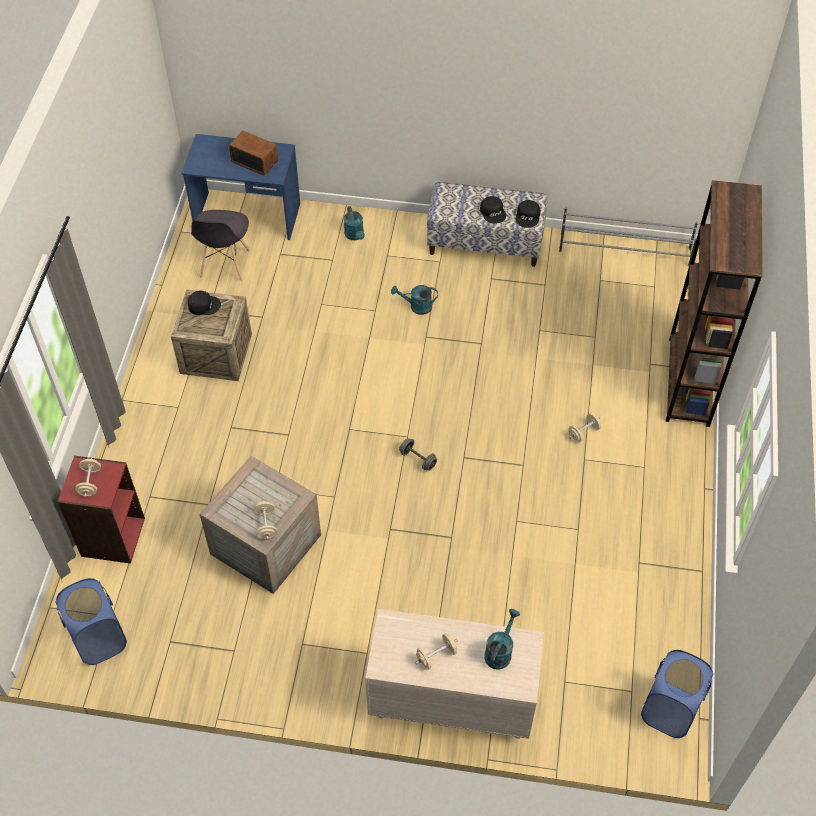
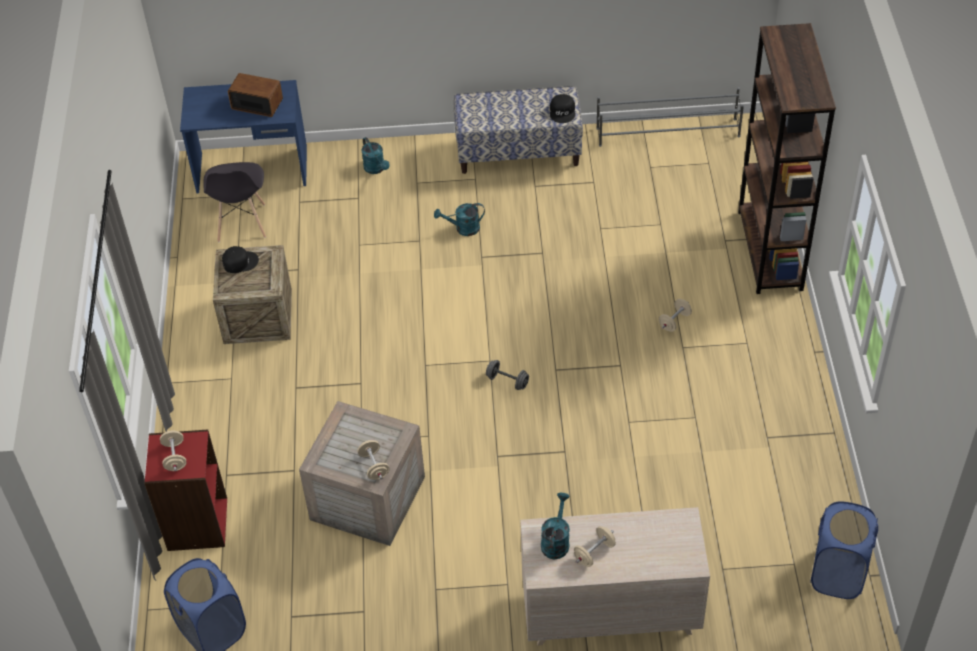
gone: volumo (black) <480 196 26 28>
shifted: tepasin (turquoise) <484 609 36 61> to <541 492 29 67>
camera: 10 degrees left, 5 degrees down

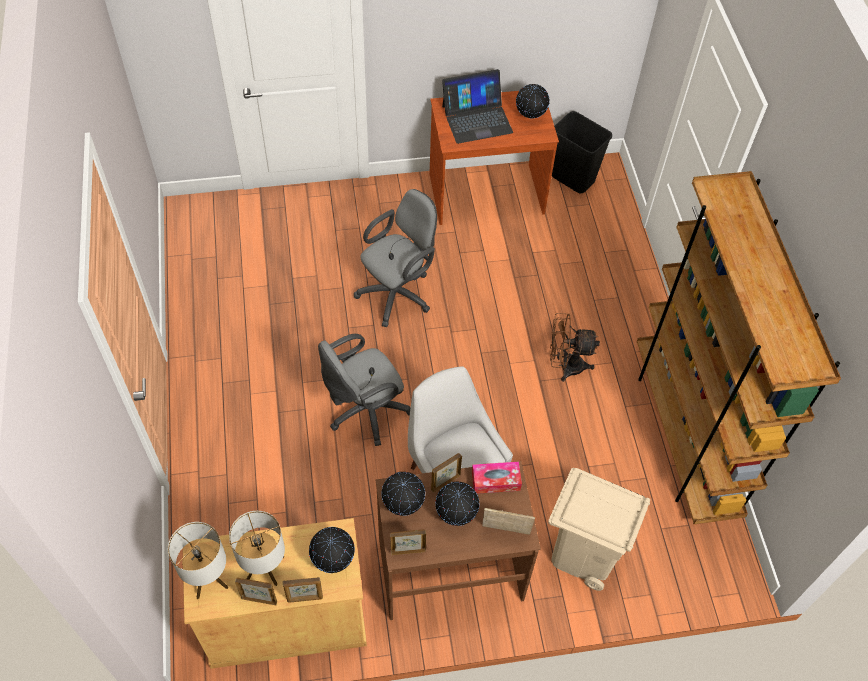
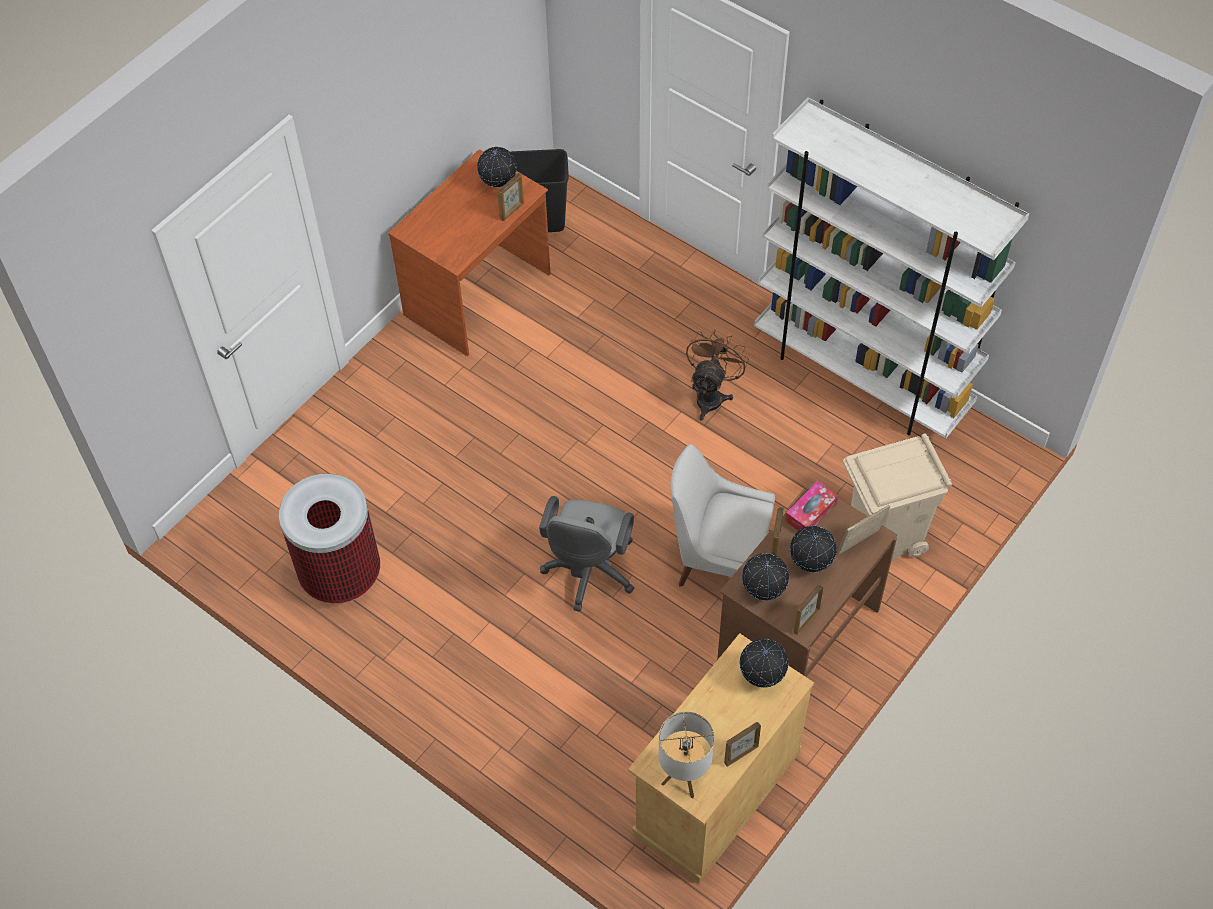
gone: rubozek <229 511 56 75>; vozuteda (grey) <354 189 83 138>; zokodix <442 69 71 75>
new: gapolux <279 474 101 130>
shifted: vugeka <283 577 40 26> to <498 173 26 48>
repainted: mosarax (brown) <637 171 204 353> to mosarax (white) <754 97 275 342>
rotated: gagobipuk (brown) <550 313 50 69> = <686 329 63 91> 150 degrees clockwise
camera: 40 degrees left, 0 degrees up

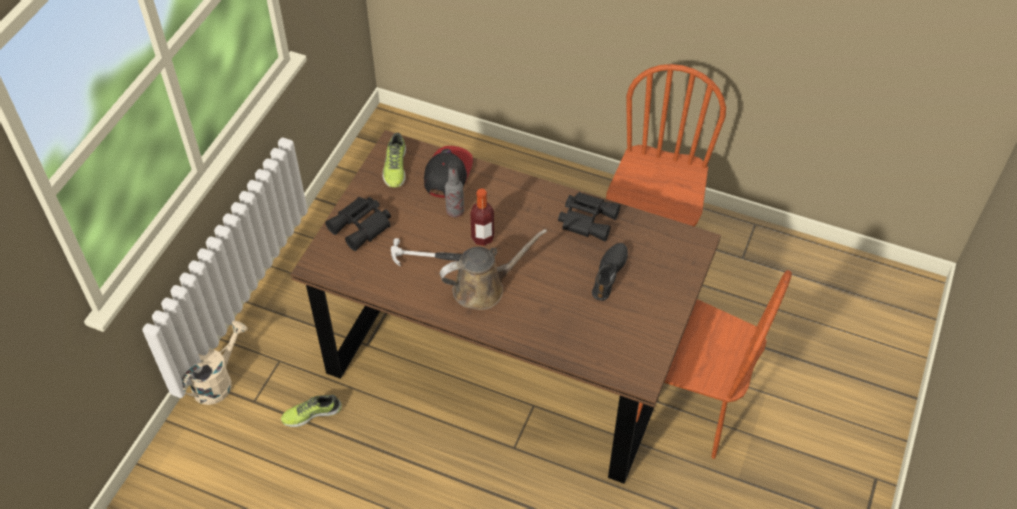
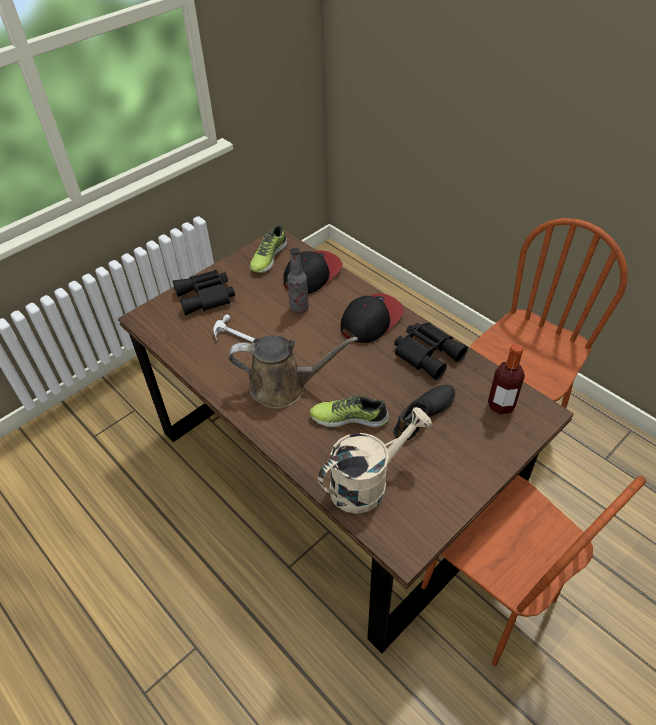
new: volumo <341 293 63 50>
shifted: tepasin (beige) <182 321 65 84> to <318 407 114 107>; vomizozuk <281 395 61 32> to <310 395 79 32>; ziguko <470 188 24 58> to <488 344 37 71>
camera: 25 degrees right, 5 degrees down

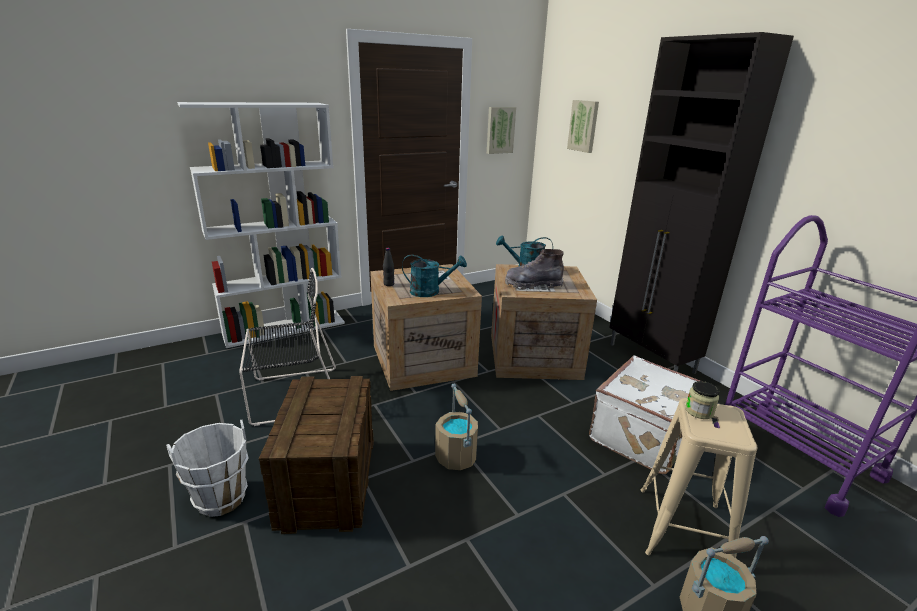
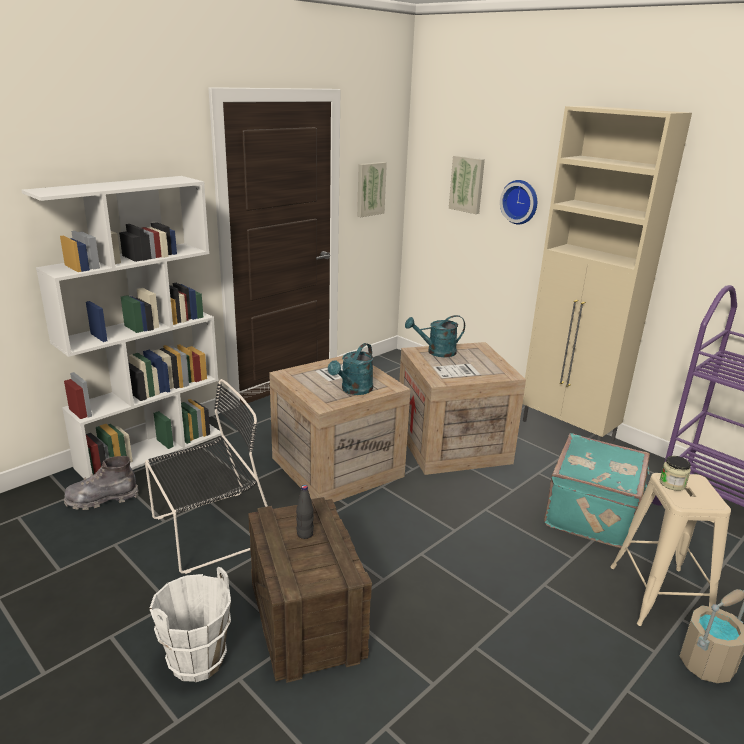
gone: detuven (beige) <435 384 43 86>
new: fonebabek <500 180 37 44>
shifted: ziguko (black) <383 248 11 38> to <296 485 18 54>; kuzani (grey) <505 249 59 41> to <64 456 75 54>
repainted: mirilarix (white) <589 355 112 119> to mirilarix (turquoise) <544 433 106 115>; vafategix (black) <609 32 185 342> to vafategix (beige) <523 106 169 336>
rotated: tepasin (turquoise) <402 255 65 42> = <328 343 45 52> 135 degrees clockwise
camera: 15 degrees left, 0 degrees up

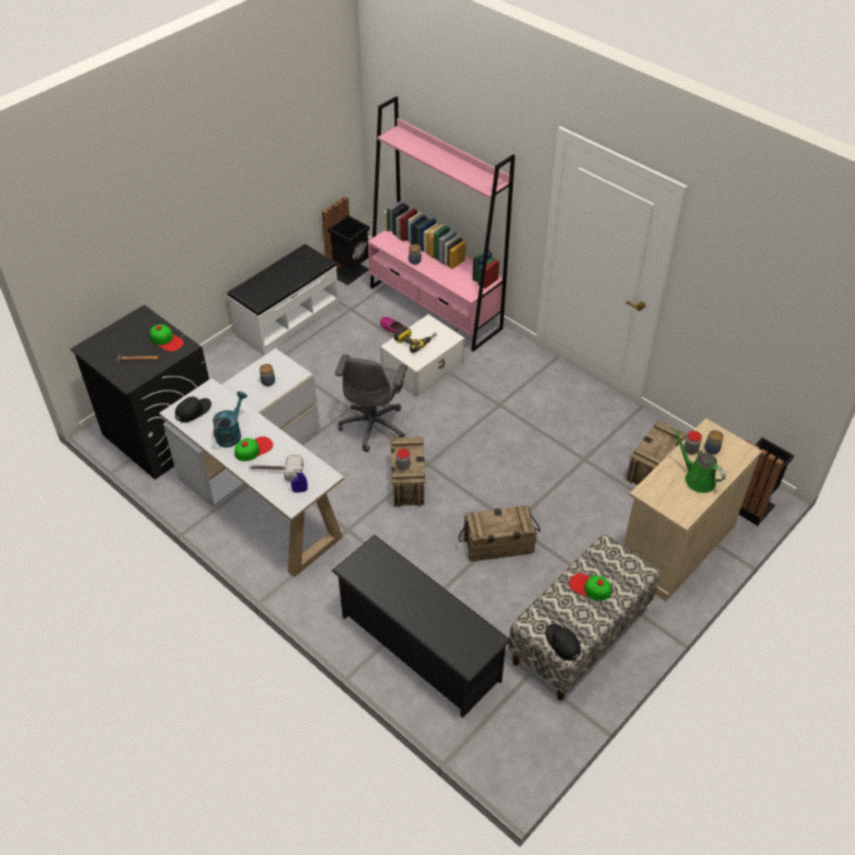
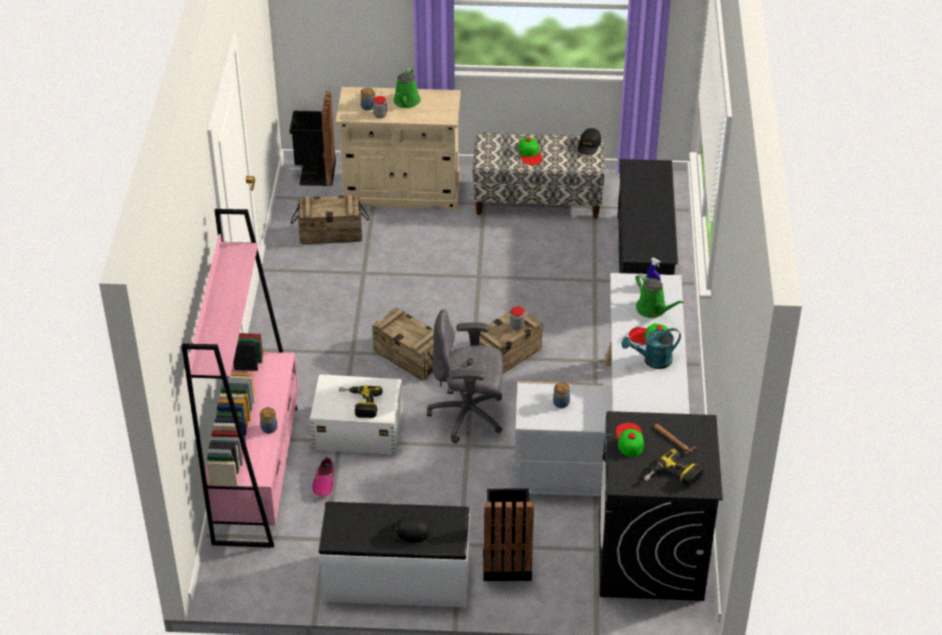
new: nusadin <644 449 59 38>
shifted: volumo (black) <175 397 36 26> to <384 516 46 27>; gapolux (black) <322 196 48 89> to <483 488 51 93>; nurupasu <458 505 82 57> to <372 308 62 73>
swapped: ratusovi <249 455 54 27> to tepasin (green) <635 273 49 45>
rotated: vozuteda (grey) <335 354 73 98> = <427 309 76 135> 150 degrees counterclockwise
camera: 130 degrees left, 5 degrees down

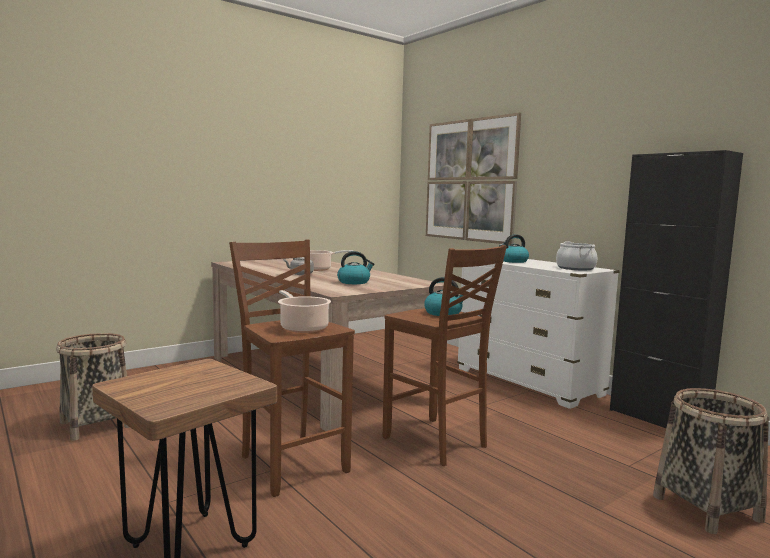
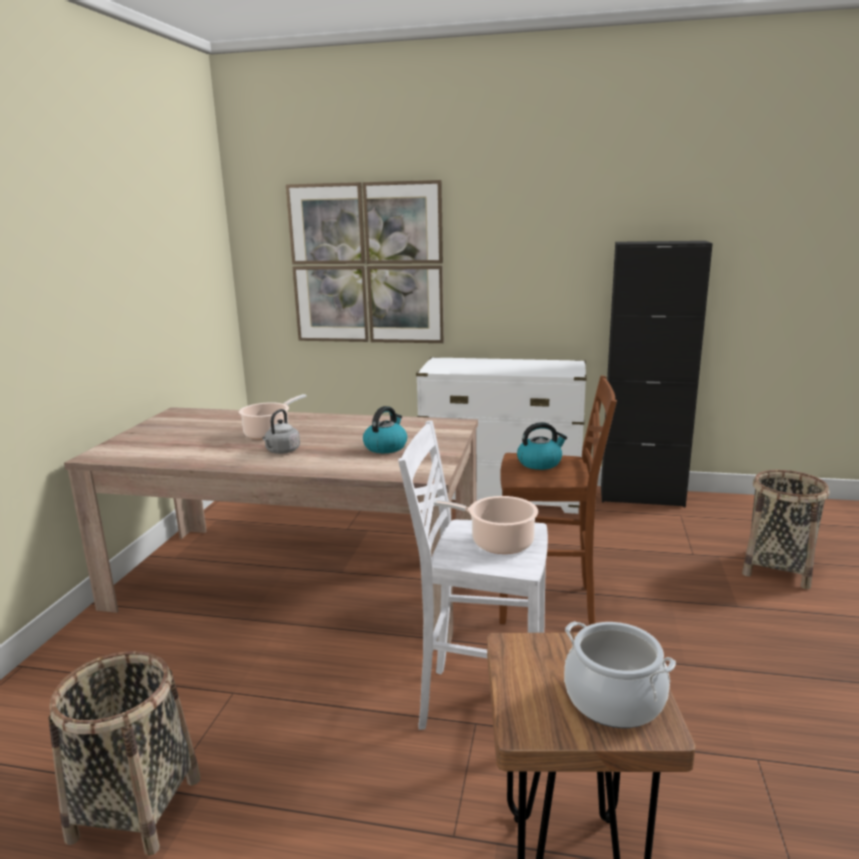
gone: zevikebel <499 234 30 29>
shifted: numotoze <556 241 41 30> to <564 621 112 107>
repainted: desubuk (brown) <229 240 126 257> to desubuk (white) <398 421 150 309>
camera: 40 degrees left, 10 degrees up

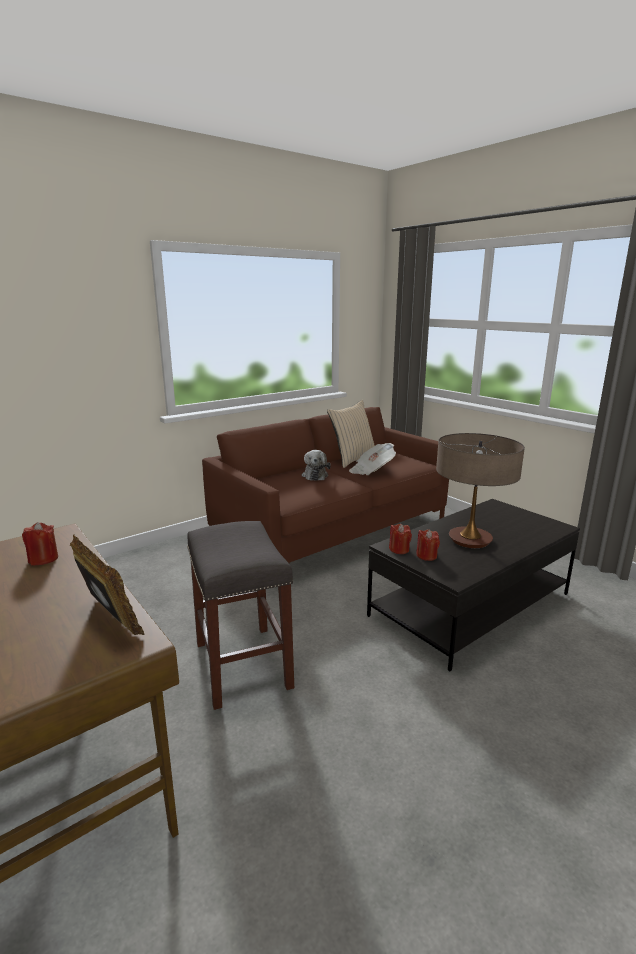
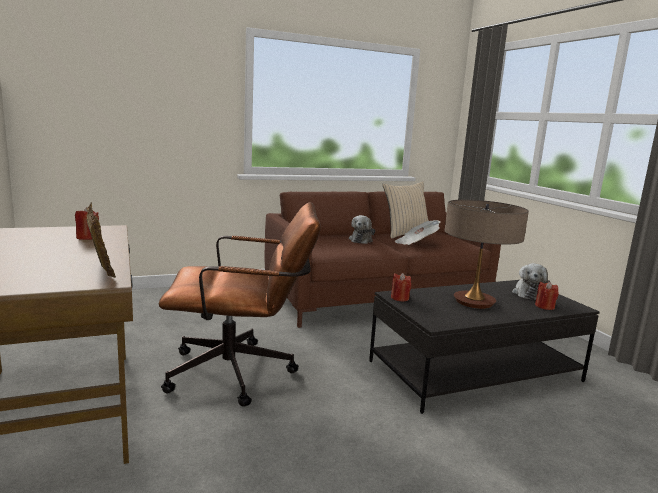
new: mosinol <512 263 37 37>
shifted: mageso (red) <416 530 24 31> to <535 281 23 29>
swapped: desubuk (grey) <187 521 107 189> to vozuteda (brown) <159 202 162 205>
camera: 15 degrees right, 5 degrees down

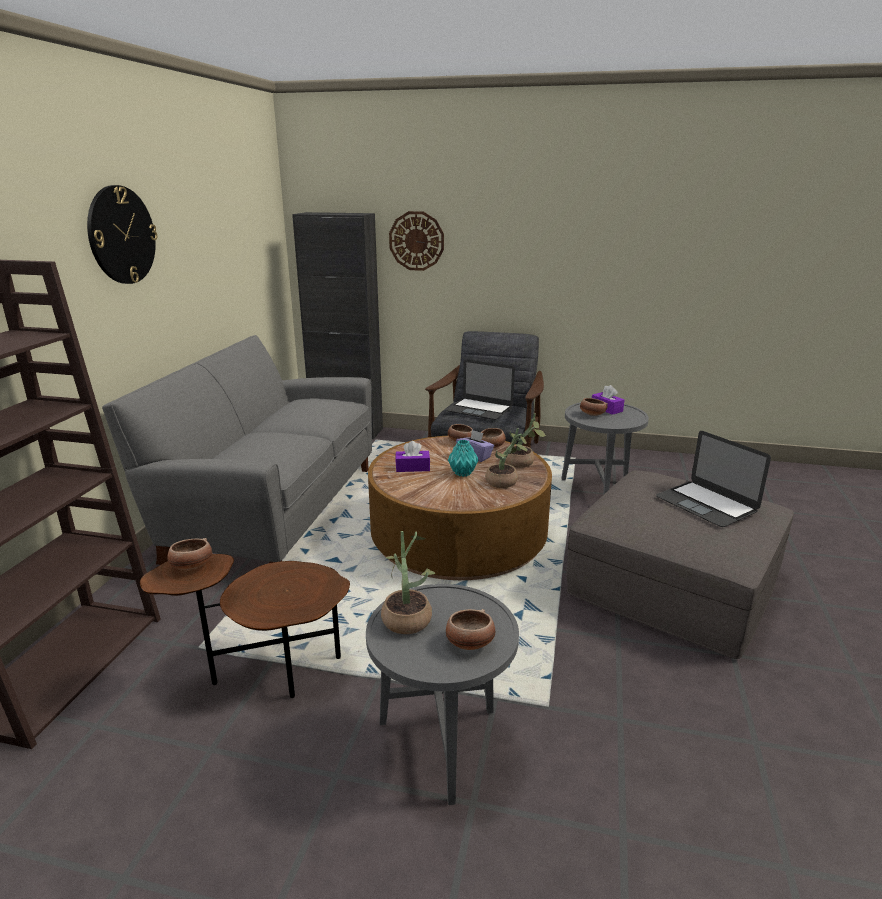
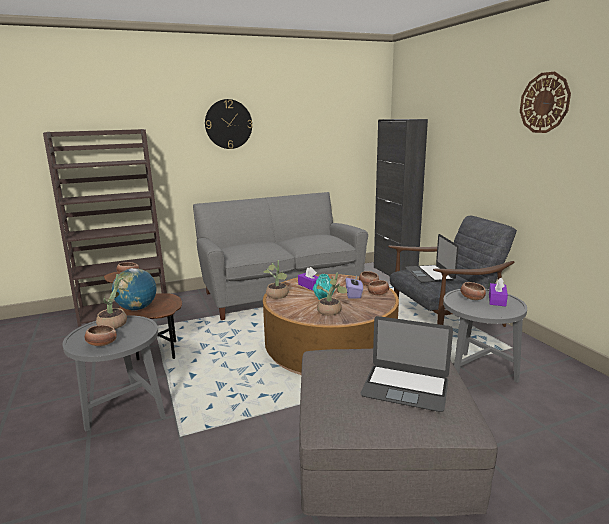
new: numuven <112 268 45 43>
shifted: fonebabek <389 211 55 60> to <520 72 51 61>; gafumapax <505 413 42 55> to <264 260 25 39>
rotated: zokodix <656 431 115 96> = <361 316 92 96> 90 degrees counterclockwise
camera: 55 degrees right, 5 degrees down

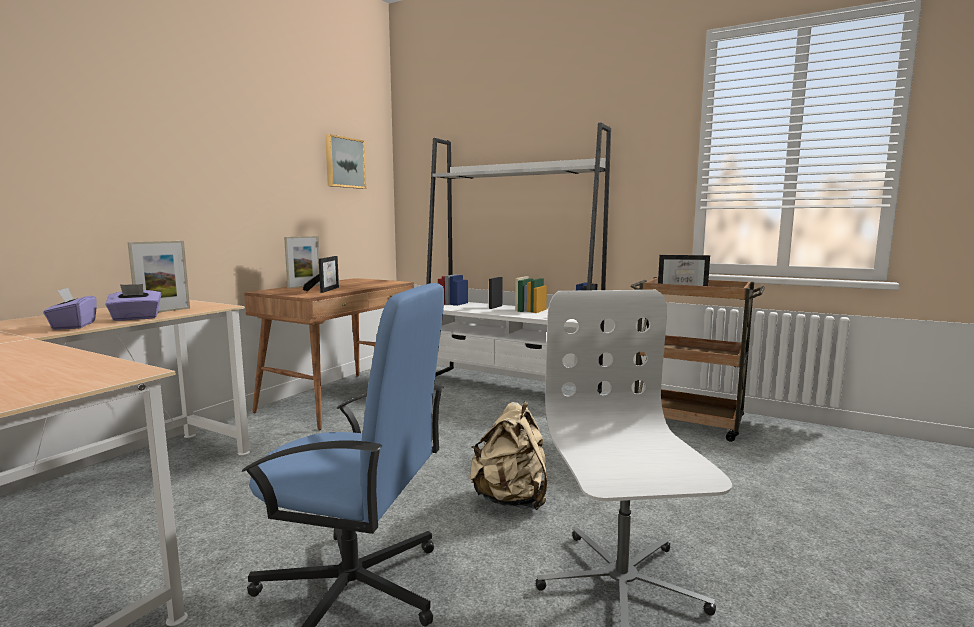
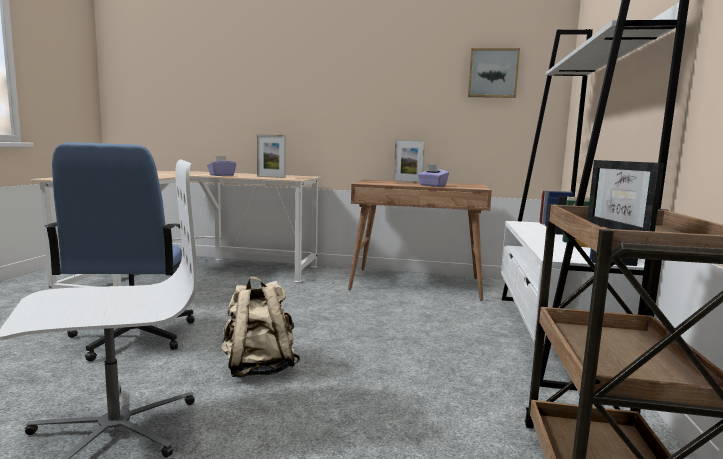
gone: vugeka <303 256 36 37>
shifted: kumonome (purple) <105 284 56 37> to <418 164 31 23>
camera: 70 degrees right, 0 degrees up

